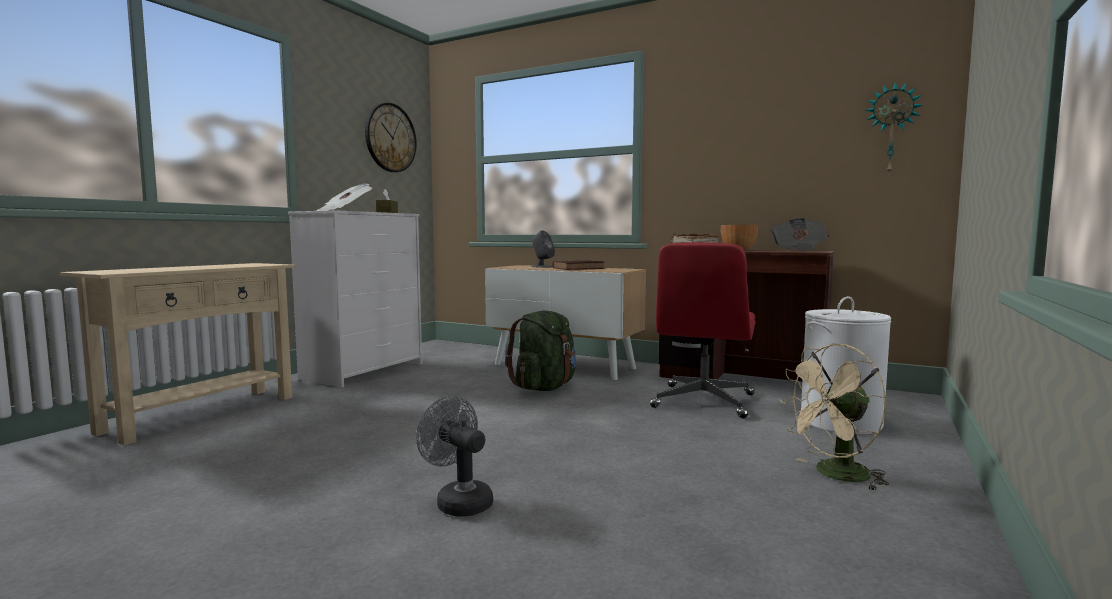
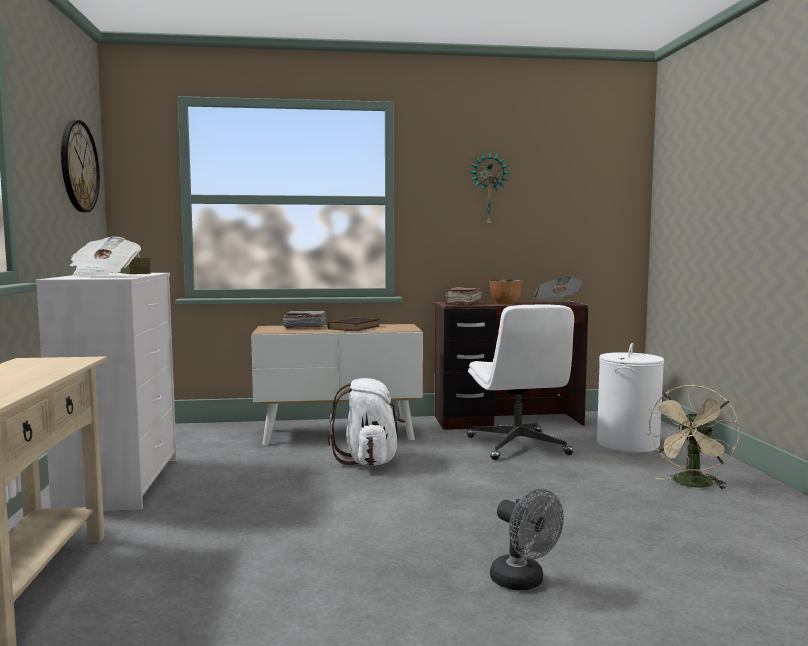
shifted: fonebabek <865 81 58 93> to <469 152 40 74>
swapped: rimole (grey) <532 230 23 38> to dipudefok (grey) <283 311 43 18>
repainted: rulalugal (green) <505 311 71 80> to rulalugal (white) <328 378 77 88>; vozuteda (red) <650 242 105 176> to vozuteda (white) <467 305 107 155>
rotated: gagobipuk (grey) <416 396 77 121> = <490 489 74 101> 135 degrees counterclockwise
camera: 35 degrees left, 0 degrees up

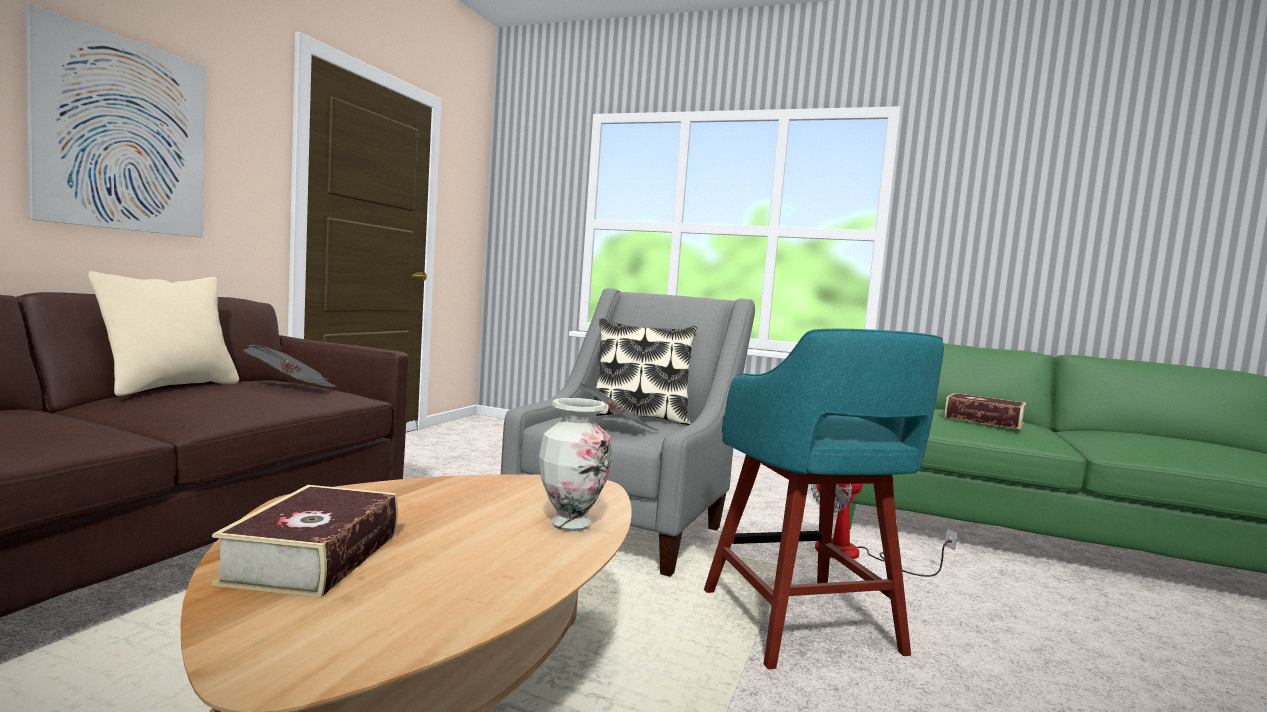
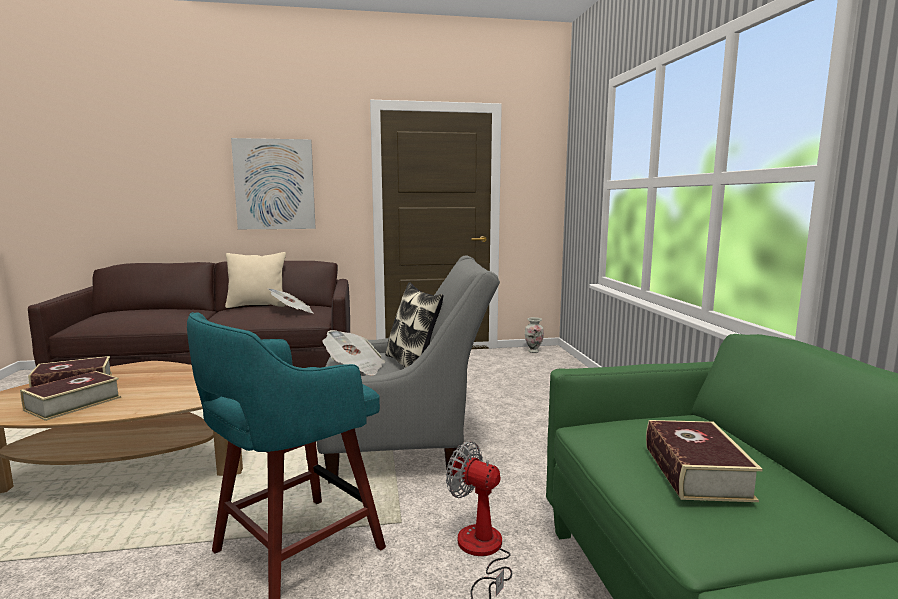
new: dipudefok <20 371 101 50>
shifted: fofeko <539 398 73 133> to <525 317 19 36>
camera: 60 degrees right, 5 degrees up

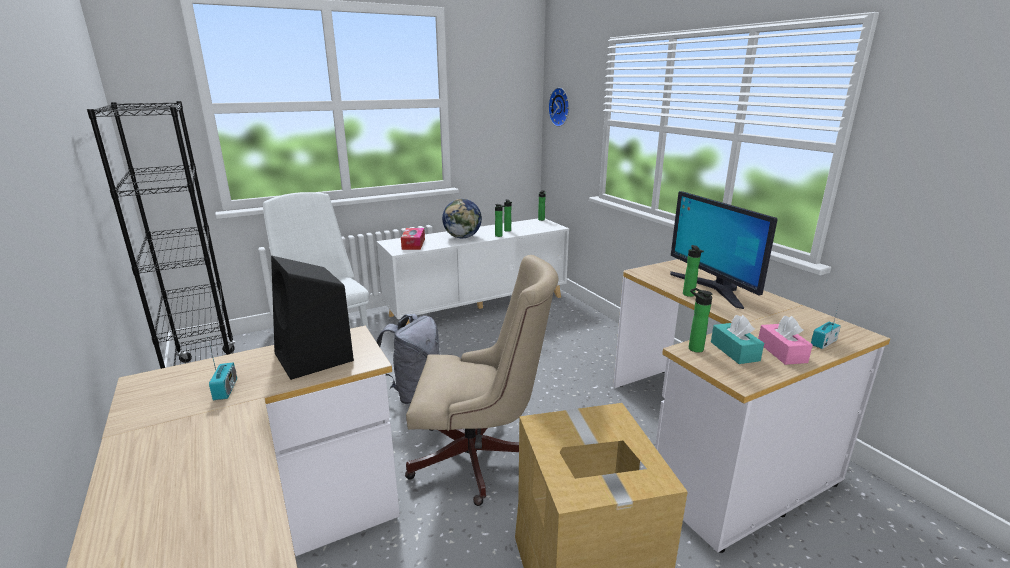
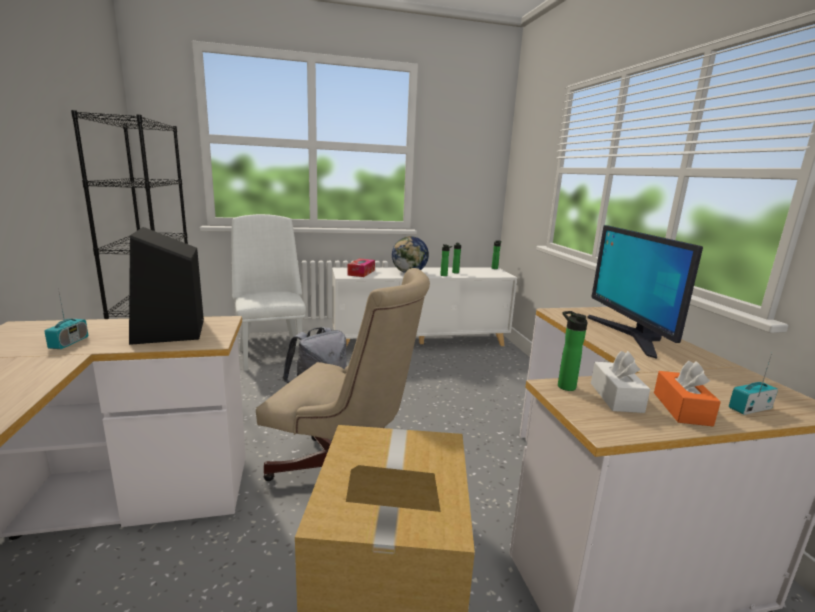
gone: fonebabek <548 87 21 40>; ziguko <683 245 21 52>
repainted: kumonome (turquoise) <711 315 53 49> to kumonome (white) <591 351 59 62>; kumonome (pink) <758 316 55 49> to kumonome (orange) <654 361 67 65>
camera: 15 degrees right, 5 degrees down

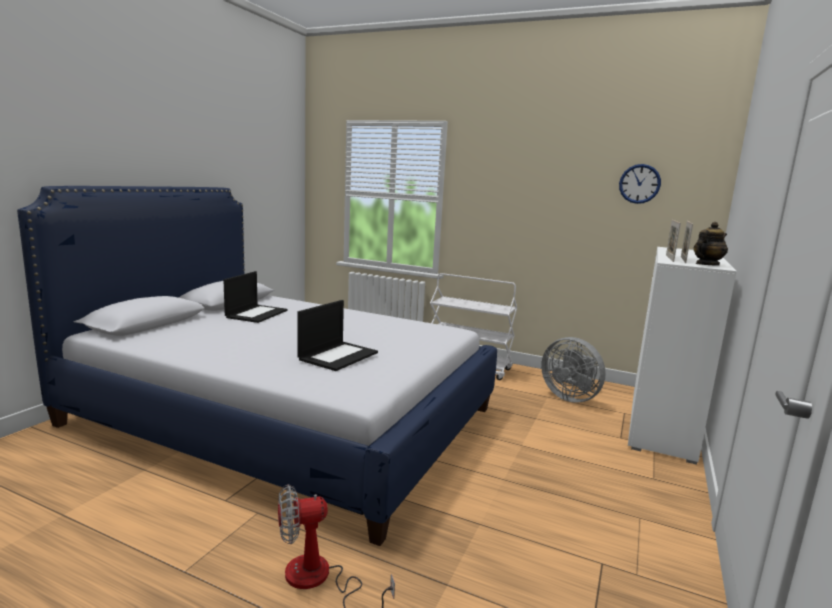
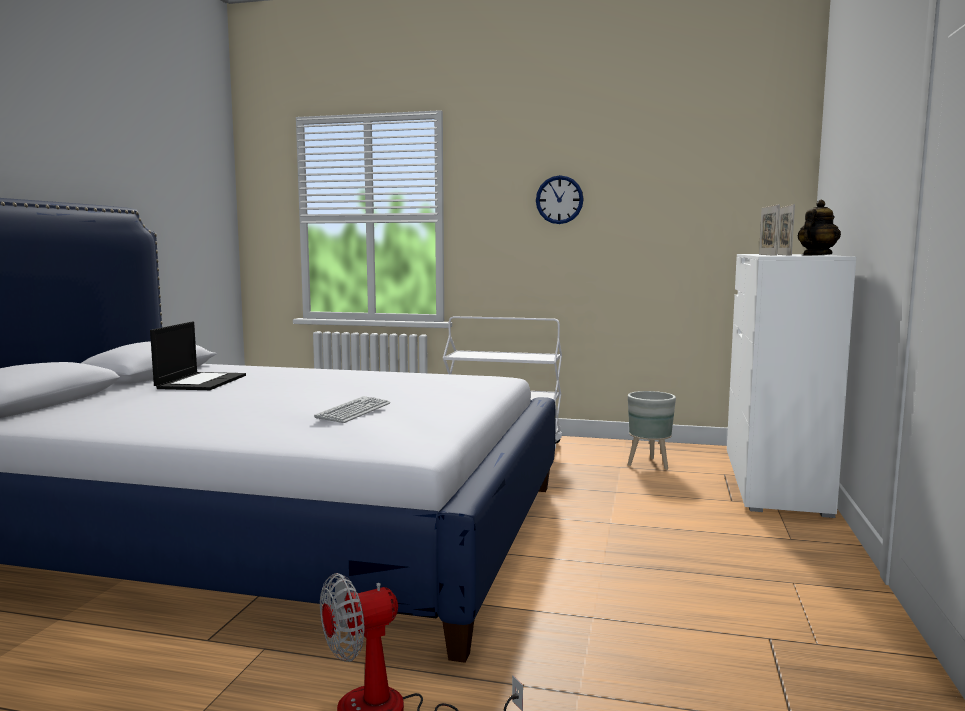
shifted: fonebabek <619 164 42 40> to <536 175 48 49>
swapped: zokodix <297 300 81 71> to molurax <314 396 76 27>; gagobipuk (grey) <541 337 65 66> to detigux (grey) <628 391 48 79>
camera: 10 degrees left, 5 degrees down

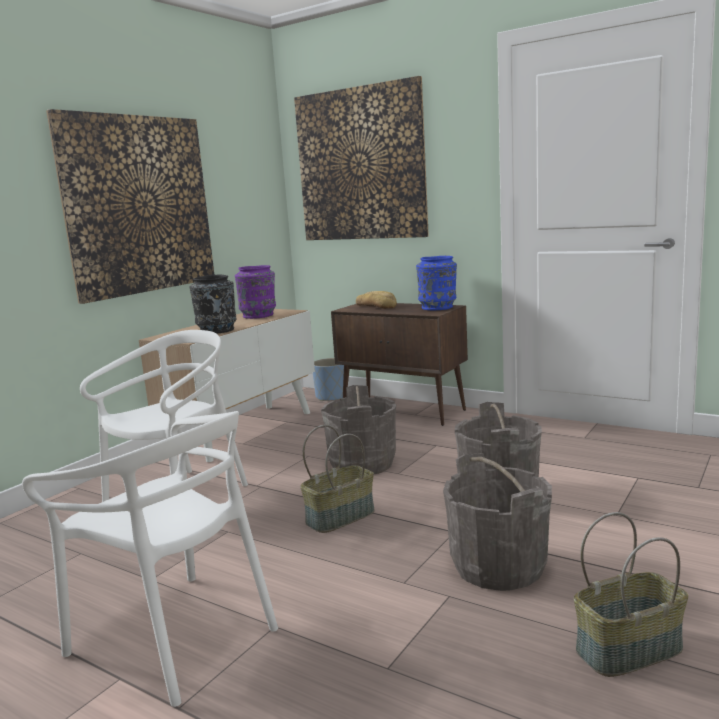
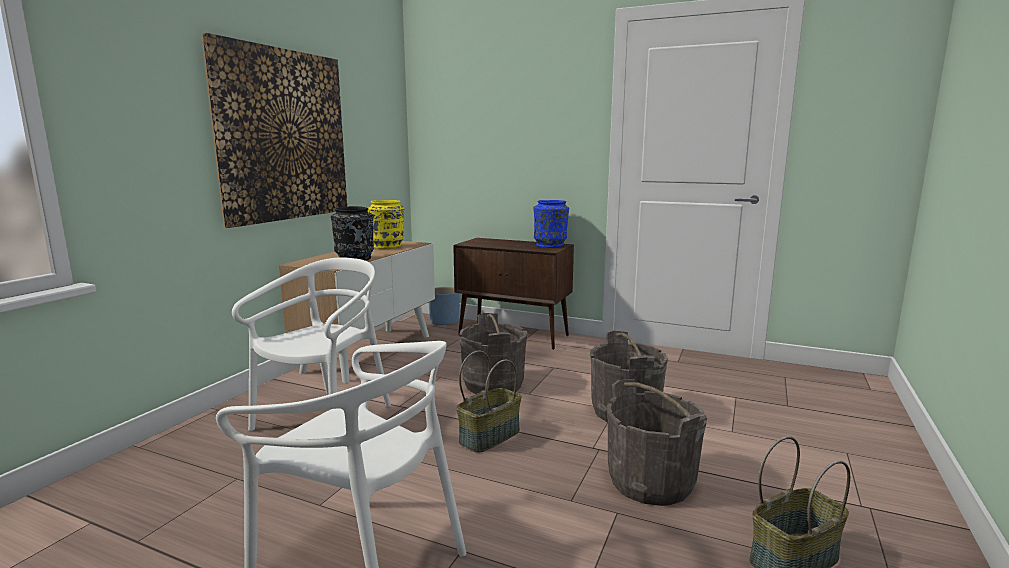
gone: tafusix <294 76 135 164>; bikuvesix <356 291 41 18>
repainted: fofeko (purple) <235 265 41 54> to fofeko (yellow) <367 200 37 49>
camera: 10 degrees left, 0 degrees up

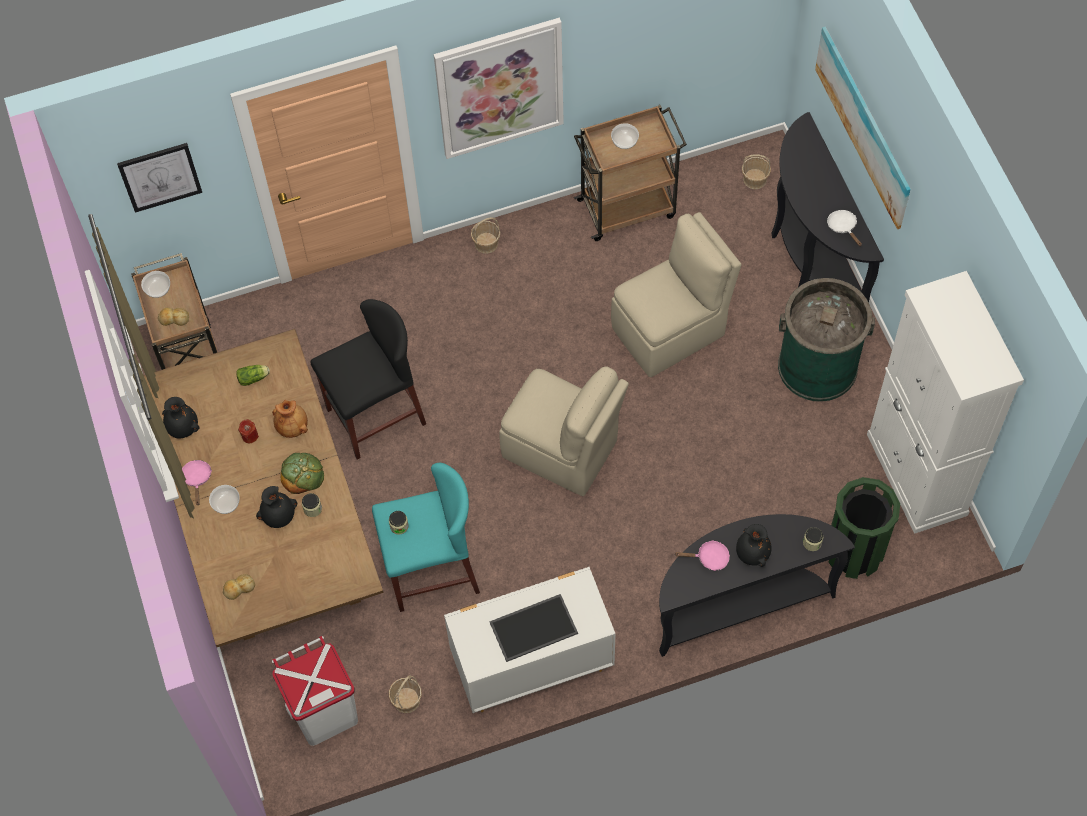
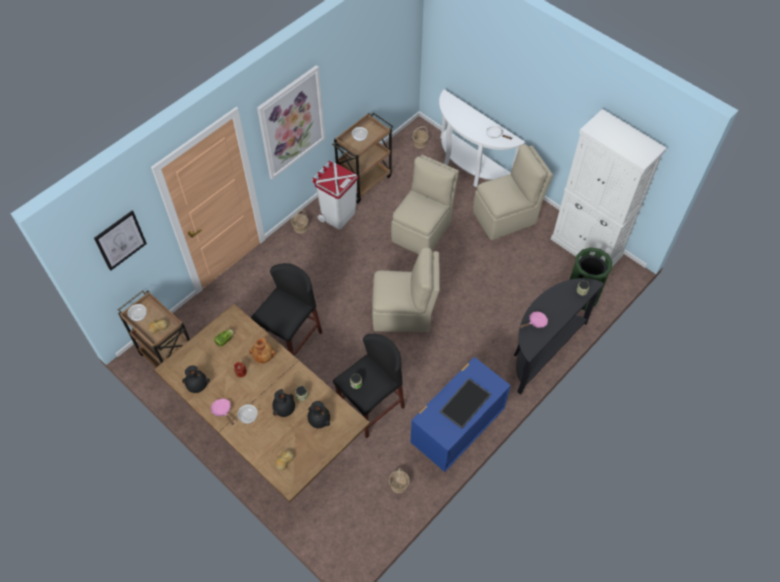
gone: bikuvesix <281 453 43 41>; tafusix <815 27 96 202>
shifted: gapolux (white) <272 636 86 110> to <312 161 46 68>; fofeko (black) <736 524 36 43> to <308 401 22 27>
swapped: gapolux (green) <778 278 97 124> to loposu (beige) <473 144 80 96>
repainted: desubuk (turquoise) <372 463 108 149> to desubuk (black) <333 334 72 104>; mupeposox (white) <444 567 171 146> to mupeposox (blue) <410 357 101 115>; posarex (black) <772 112 112 190> to posarex (white) <439 89 86 98>
camera: 30 degrees left, 5 degrees down

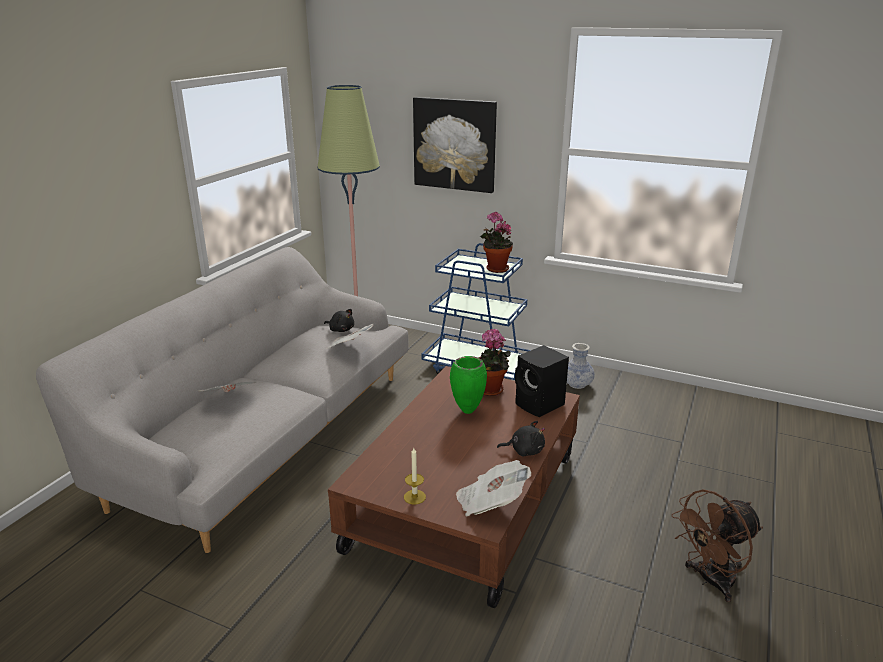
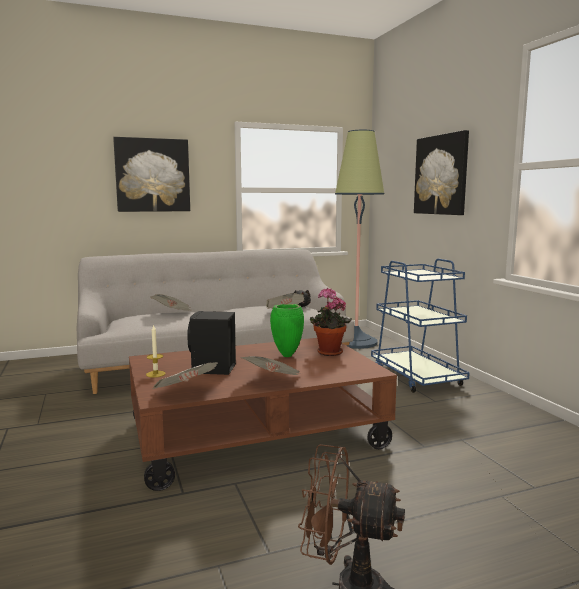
gone: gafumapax <480 212 33 61>; fofeko <567 343 28 46>
new: tafusix <113 137 77 75>
shifted: rimole (black) <515 345 54 72> to <187 311 49 64>
swapped: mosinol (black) <497 421 48 35> to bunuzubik <240 356 60 19>
camera: 45 degrees right, 15 degrees down

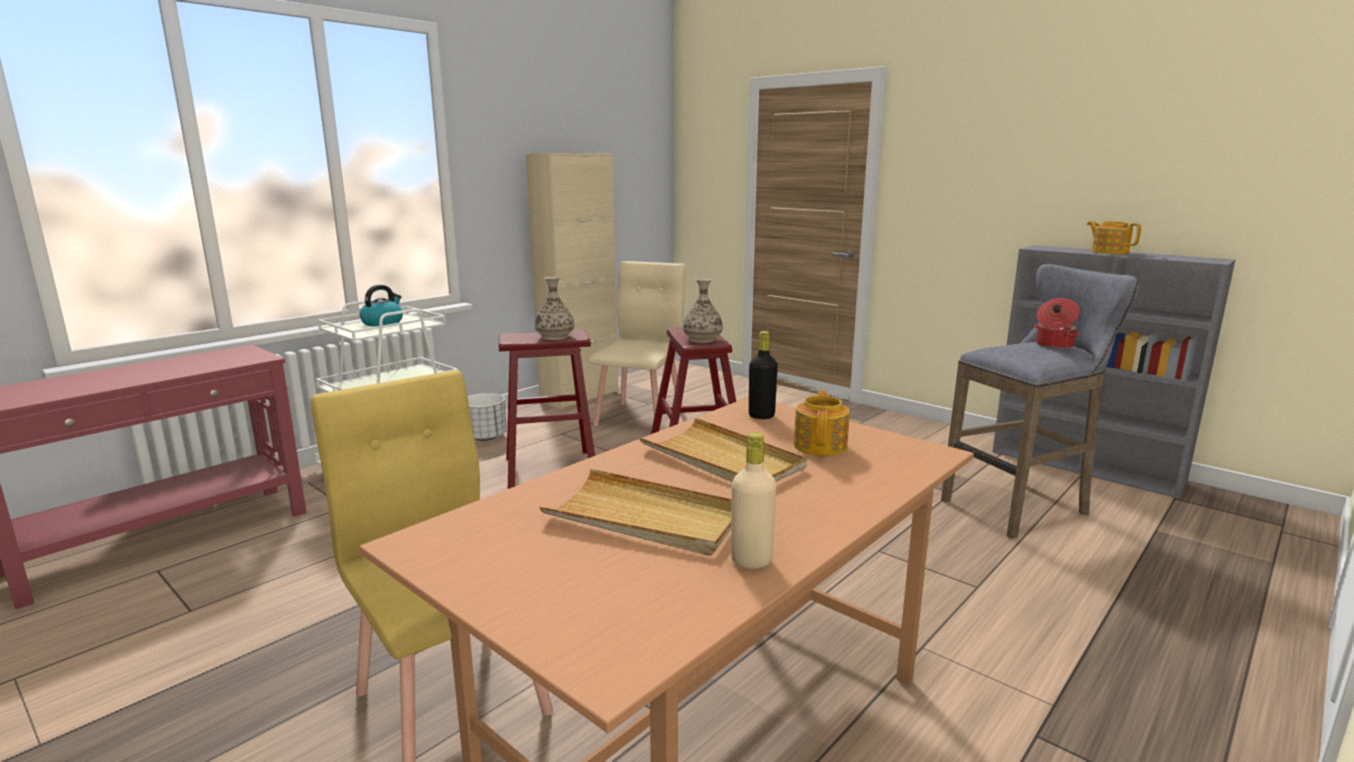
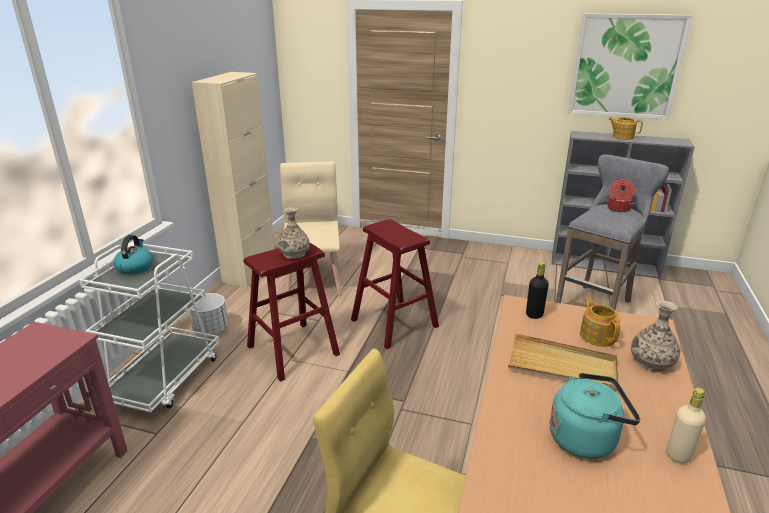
new: tafusix <568 13 124 107>
shifted: fofeko <683 279 40 64> to <631 301 49 71>
swapped: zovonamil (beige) <539 469 192 87> to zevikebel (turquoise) <550 373 90 86>
camera: 25 degrees left, 10 degrees up

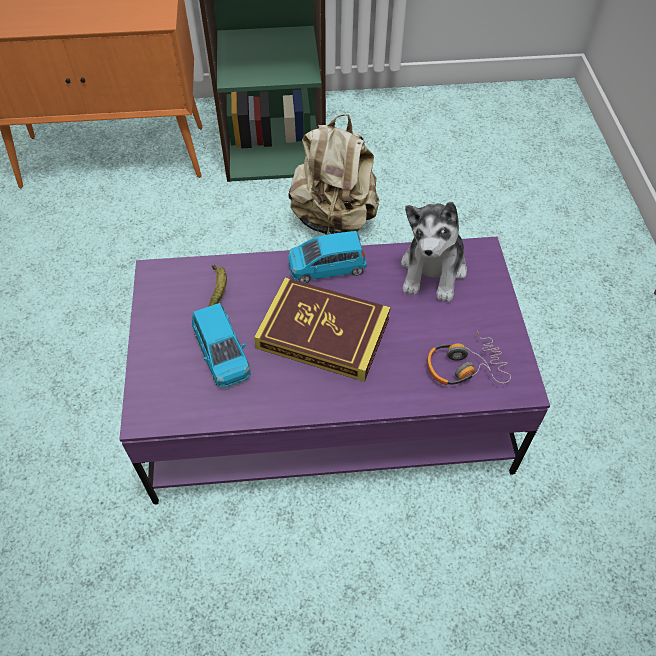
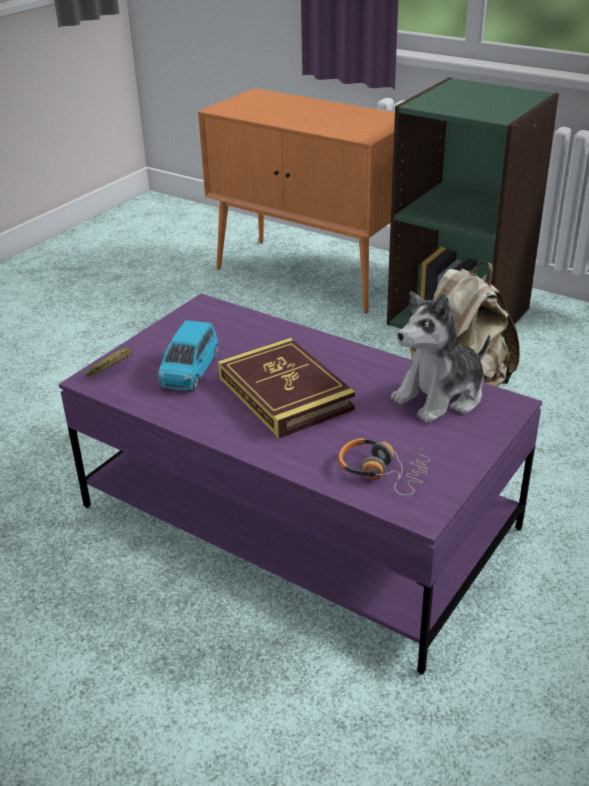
gone: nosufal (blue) <289 231 78 52>
shifted: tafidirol <209 265 18 41> to <85 348 47 28>
camera: 40 degrees right, 20 degrees down

